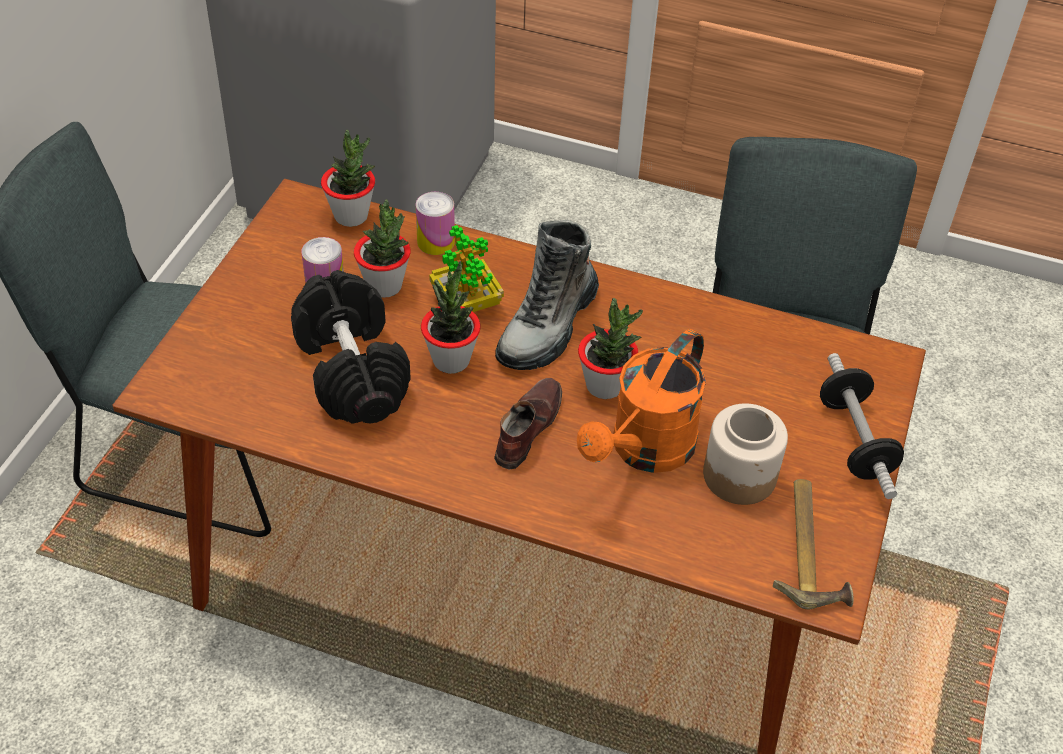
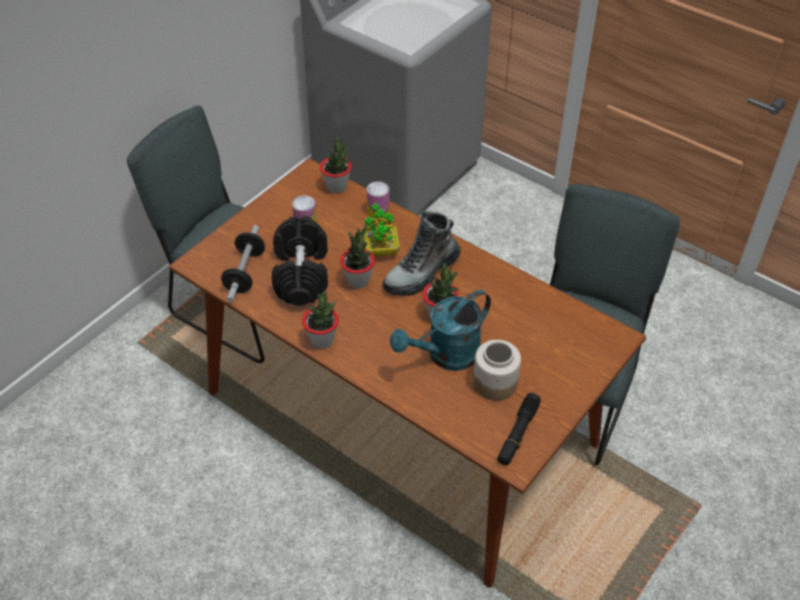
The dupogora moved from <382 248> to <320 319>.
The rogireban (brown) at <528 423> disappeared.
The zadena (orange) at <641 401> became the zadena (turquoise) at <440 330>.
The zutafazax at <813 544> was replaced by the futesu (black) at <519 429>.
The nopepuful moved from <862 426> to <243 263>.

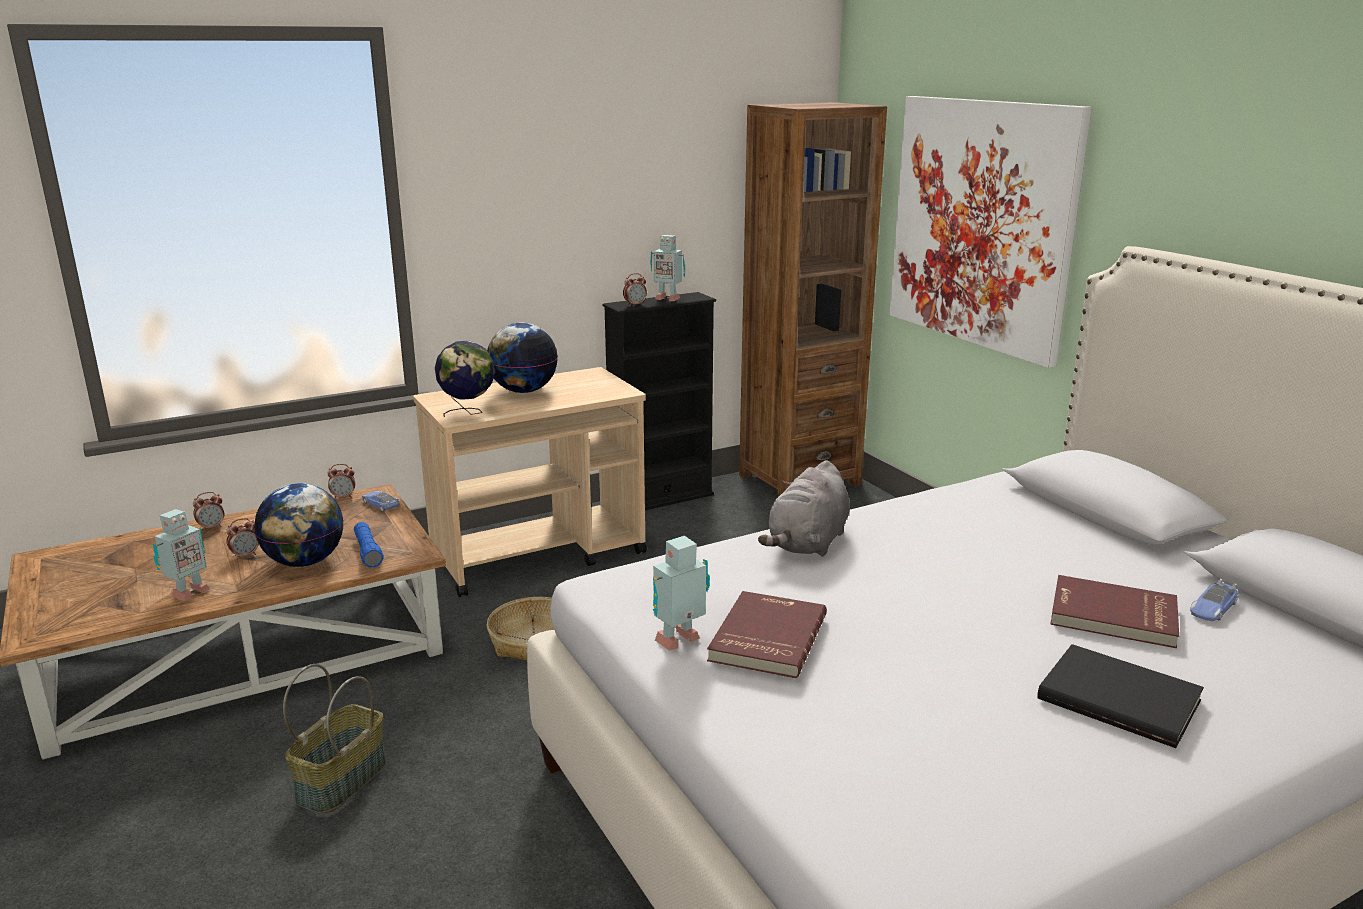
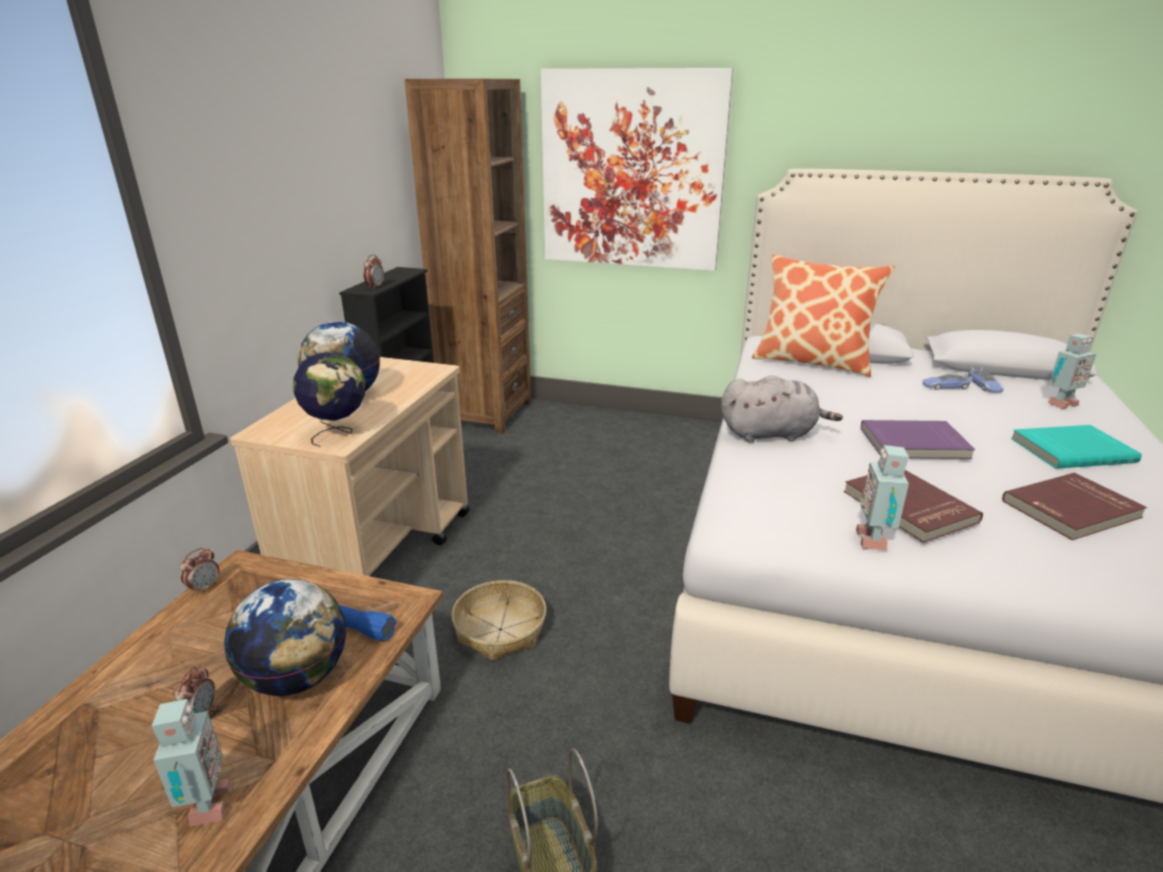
The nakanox at <208 511> disappeared.
The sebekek moved from <380 501> to <947 382>.
The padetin moved from <667 268> to <1072 371>.
The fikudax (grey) at <804 508> turned 75 degrees counterclockwise.
The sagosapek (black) at <1120 696> became the sagosapek (turquoise) at <1076 447>.
The sagosapek (red) moved from <1115 611> to <1074 506>.
The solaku at <823 315> appeared.
The sagosapek (purple) at <918 439> appeared.

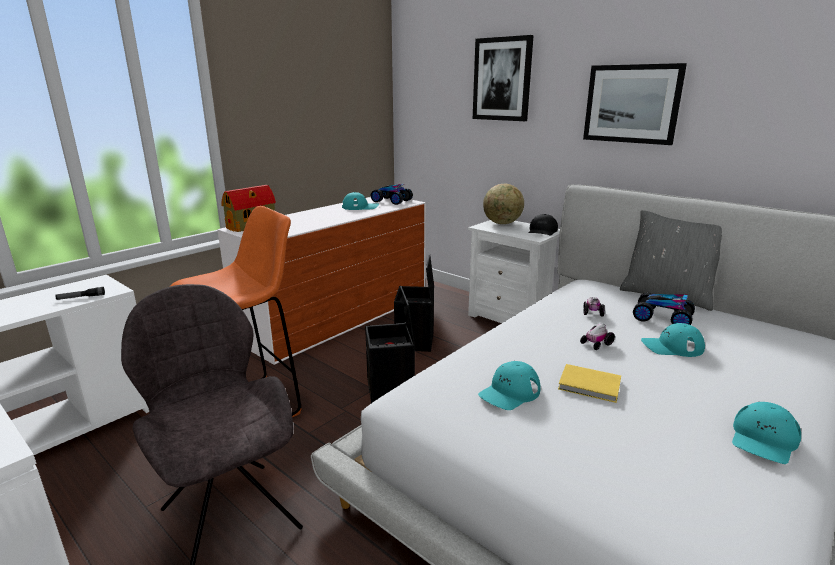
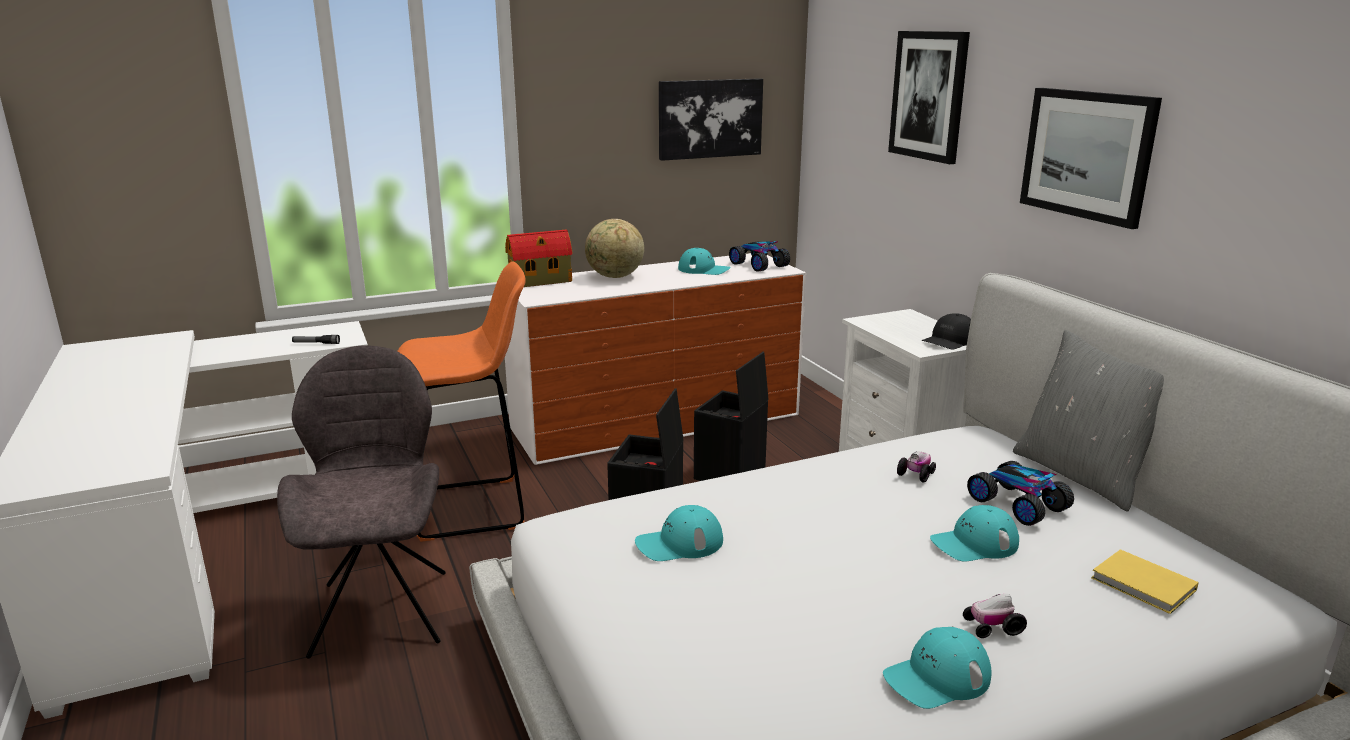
The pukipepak moved from <503 204> to <614 248>.
The sagosapek (yellow) moved from <589 383> to <1145 581>.
The sebekek moved from <597 336> to <995 616>.
The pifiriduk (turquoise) at <673 340> turned 45 degrees counterclockwise.
The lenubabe at <711 119> appeared.

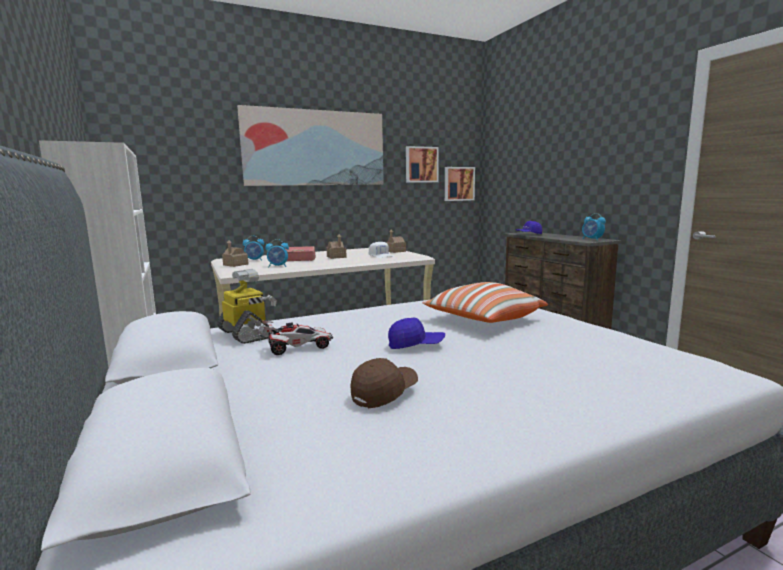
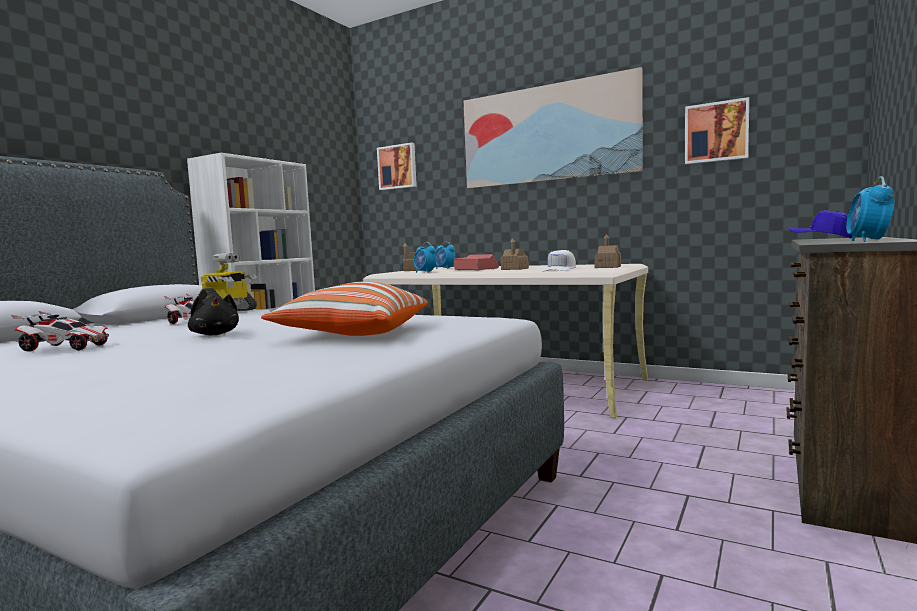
The pifiriduk (brown) at <384 383> was replaced by the sebekek at <60 331>.
The pifiriduk (blue) at <416 333> was replaced by the fikudax (black) at <213 314>.
The lenubabe moved from <460 184> to <397 166>.

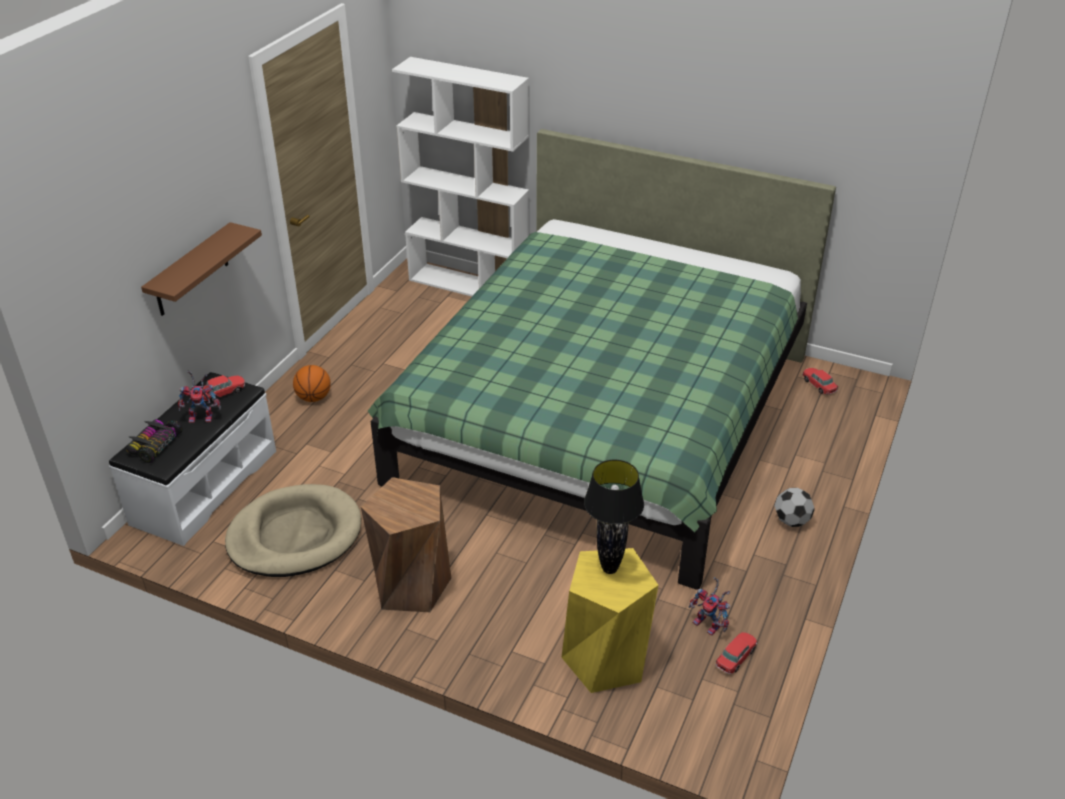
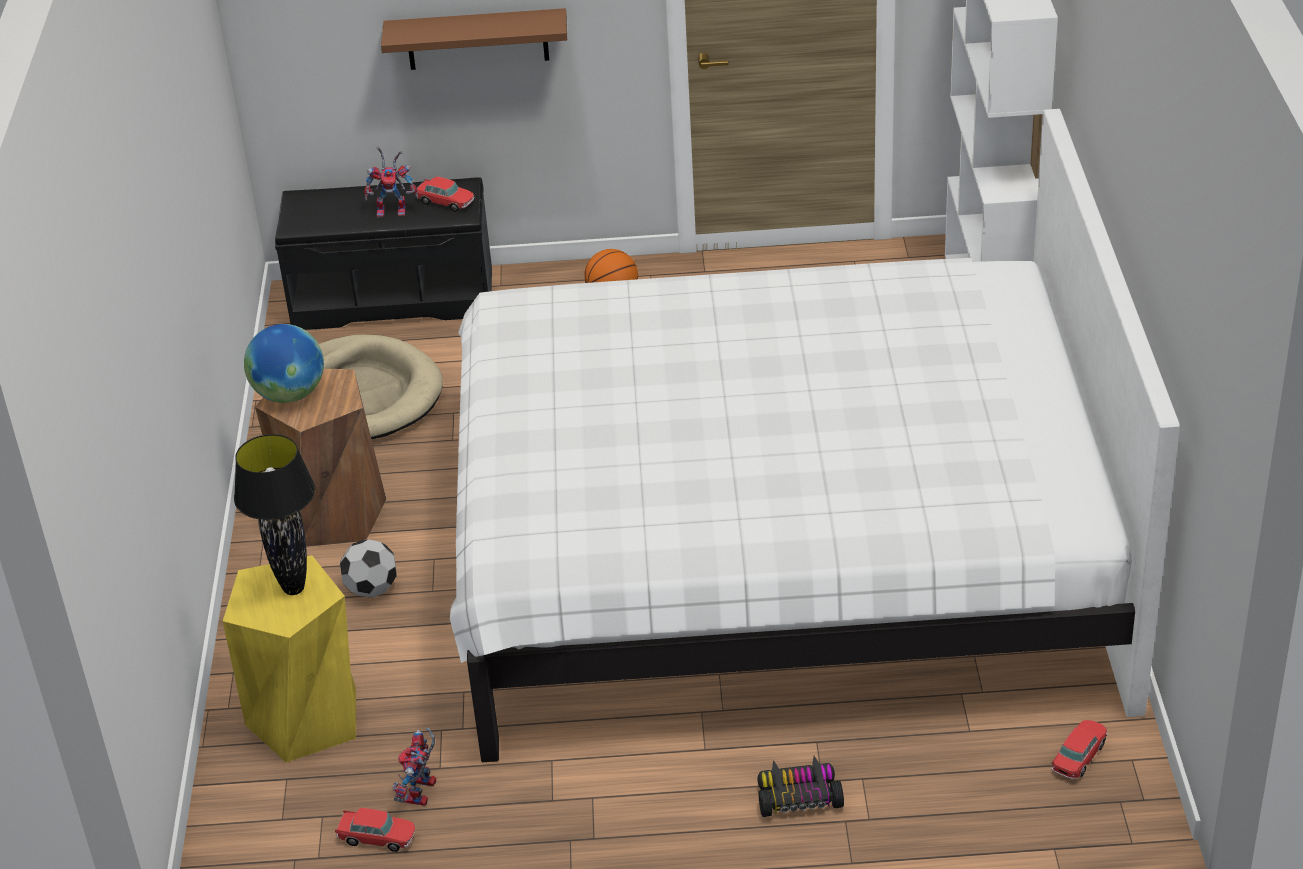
The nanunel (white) at <192 459> became the nanunel (black) at <383 253>.
The sebekek moved from <155 441> to <801 786>.
The padetin at <199 397> turned 60 degrees counterclockwise.
The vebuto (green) at <602 359> became the vebuto (white) at <815 435>.
The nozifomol moved from <794 507> to <368 568>.
The pukipepak at <284 363> appeared.

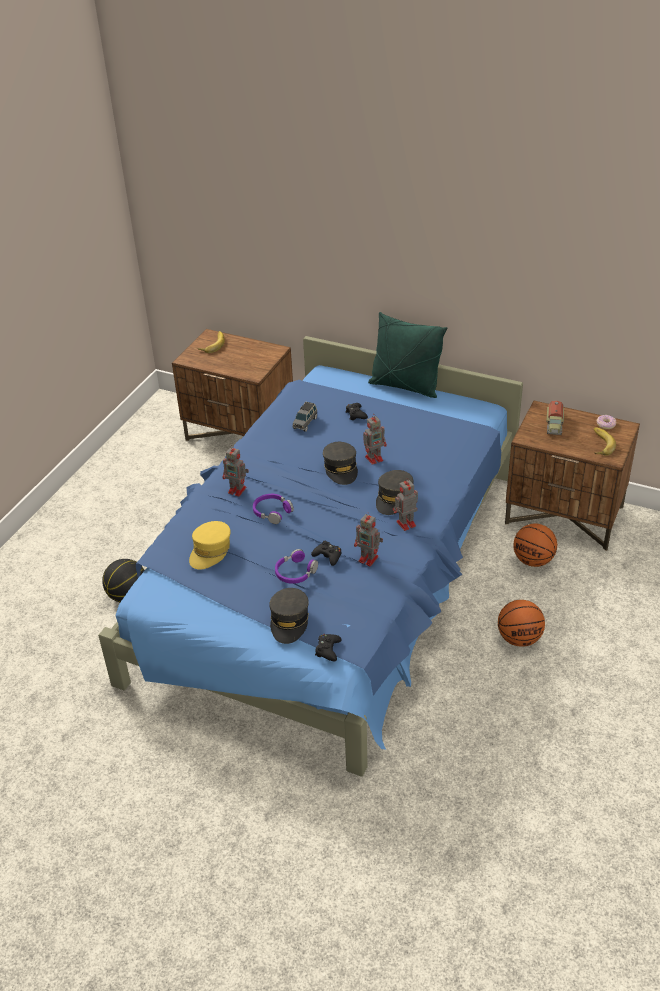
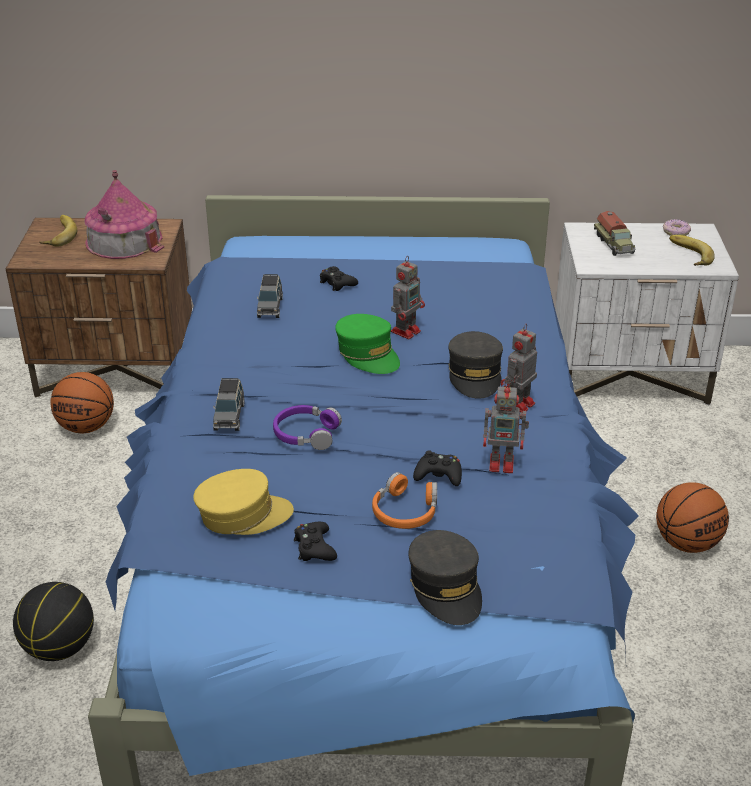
The pifiriduk (yellow) at <210 545> turned 105 degrees counterclockwise.
The padetin at <236 470> was replaced by the sebekek (grey) at <228 404>.
The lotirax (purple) at <296 566> became the lotirax (orange) at <404 500>.
The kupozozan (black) moved from <328 647> to <315 541>.
The pifiriduk (grey) at <340 463> became the pifiriduk (green) at <367 344>.
The solaku (green) at <407 355> disappeared.
The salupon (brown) at <572 476> became the salupon (white) at <647 314>.
The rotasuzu moved from <535 545> to <82 402>.
The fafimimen at <124 214> appeared.

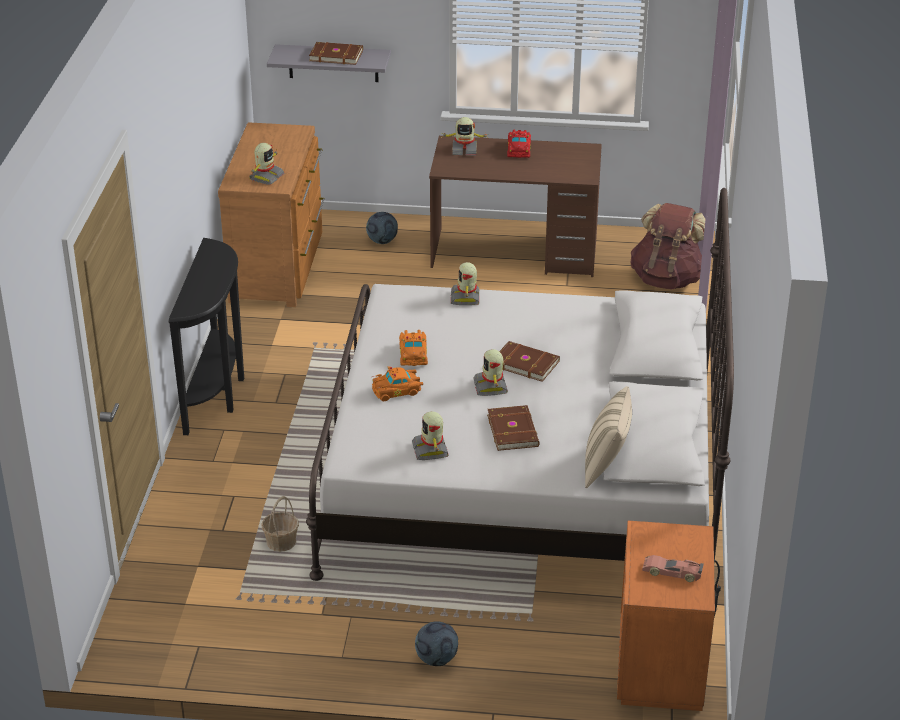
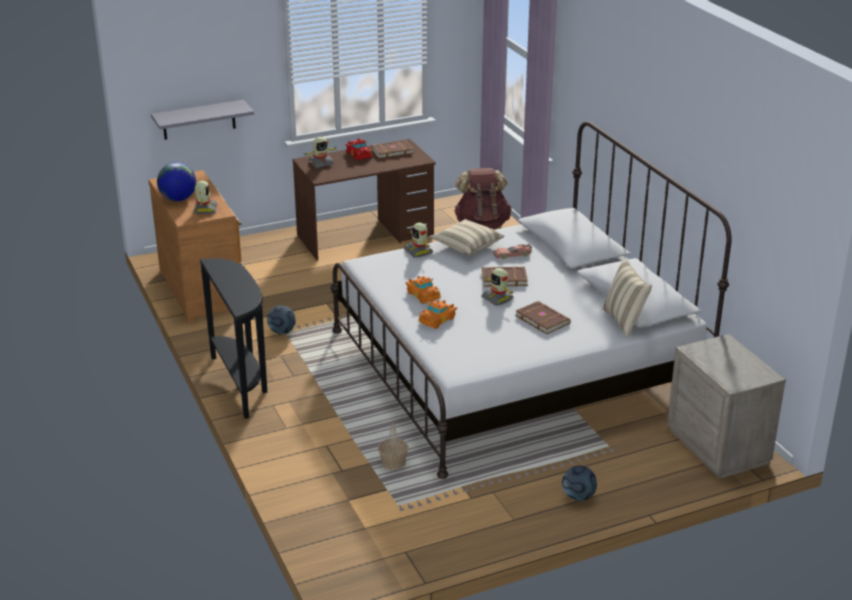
The sagosapek (brown) moved from <336 53> to <392 149>.
The nozifomol moved from <382 228> to <281 319>.
The padetin at <430 435> disappeared.
The salupon (orange) at <669 616> became the salupon (beige) at <726 406>.
The sebekek moved from <673 568> to <512 251>.
The pukipepak at <176 181> appeared.
The solaku (beige) at <466 237> appeared.

